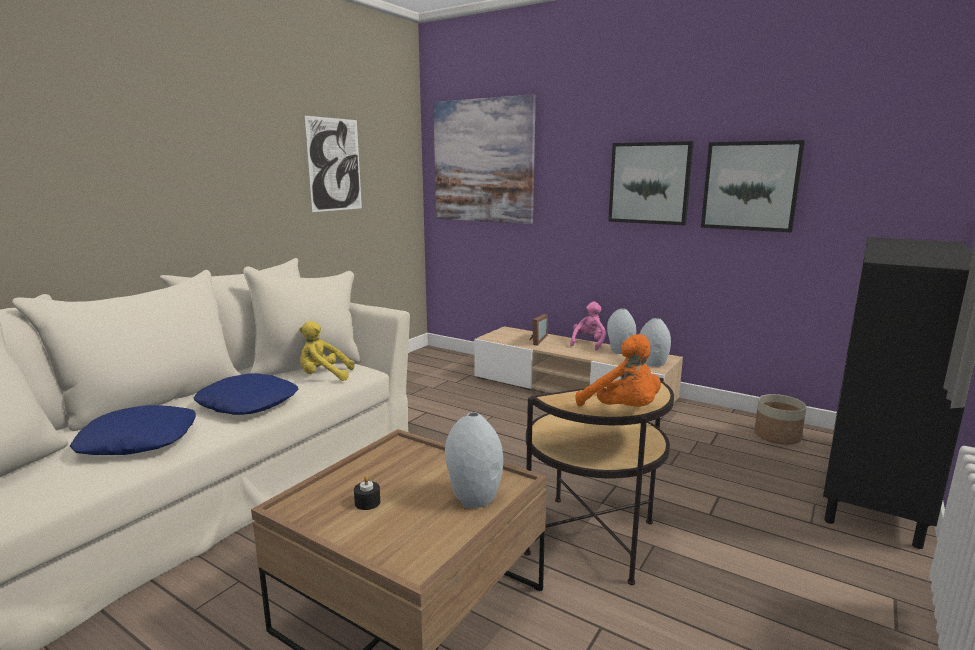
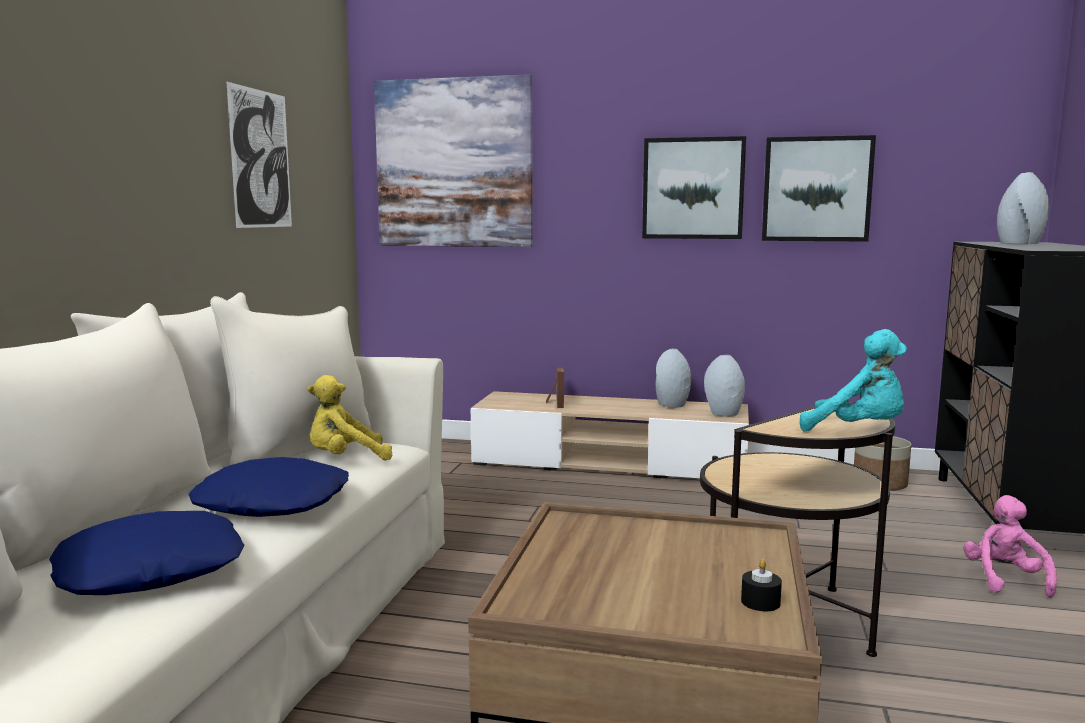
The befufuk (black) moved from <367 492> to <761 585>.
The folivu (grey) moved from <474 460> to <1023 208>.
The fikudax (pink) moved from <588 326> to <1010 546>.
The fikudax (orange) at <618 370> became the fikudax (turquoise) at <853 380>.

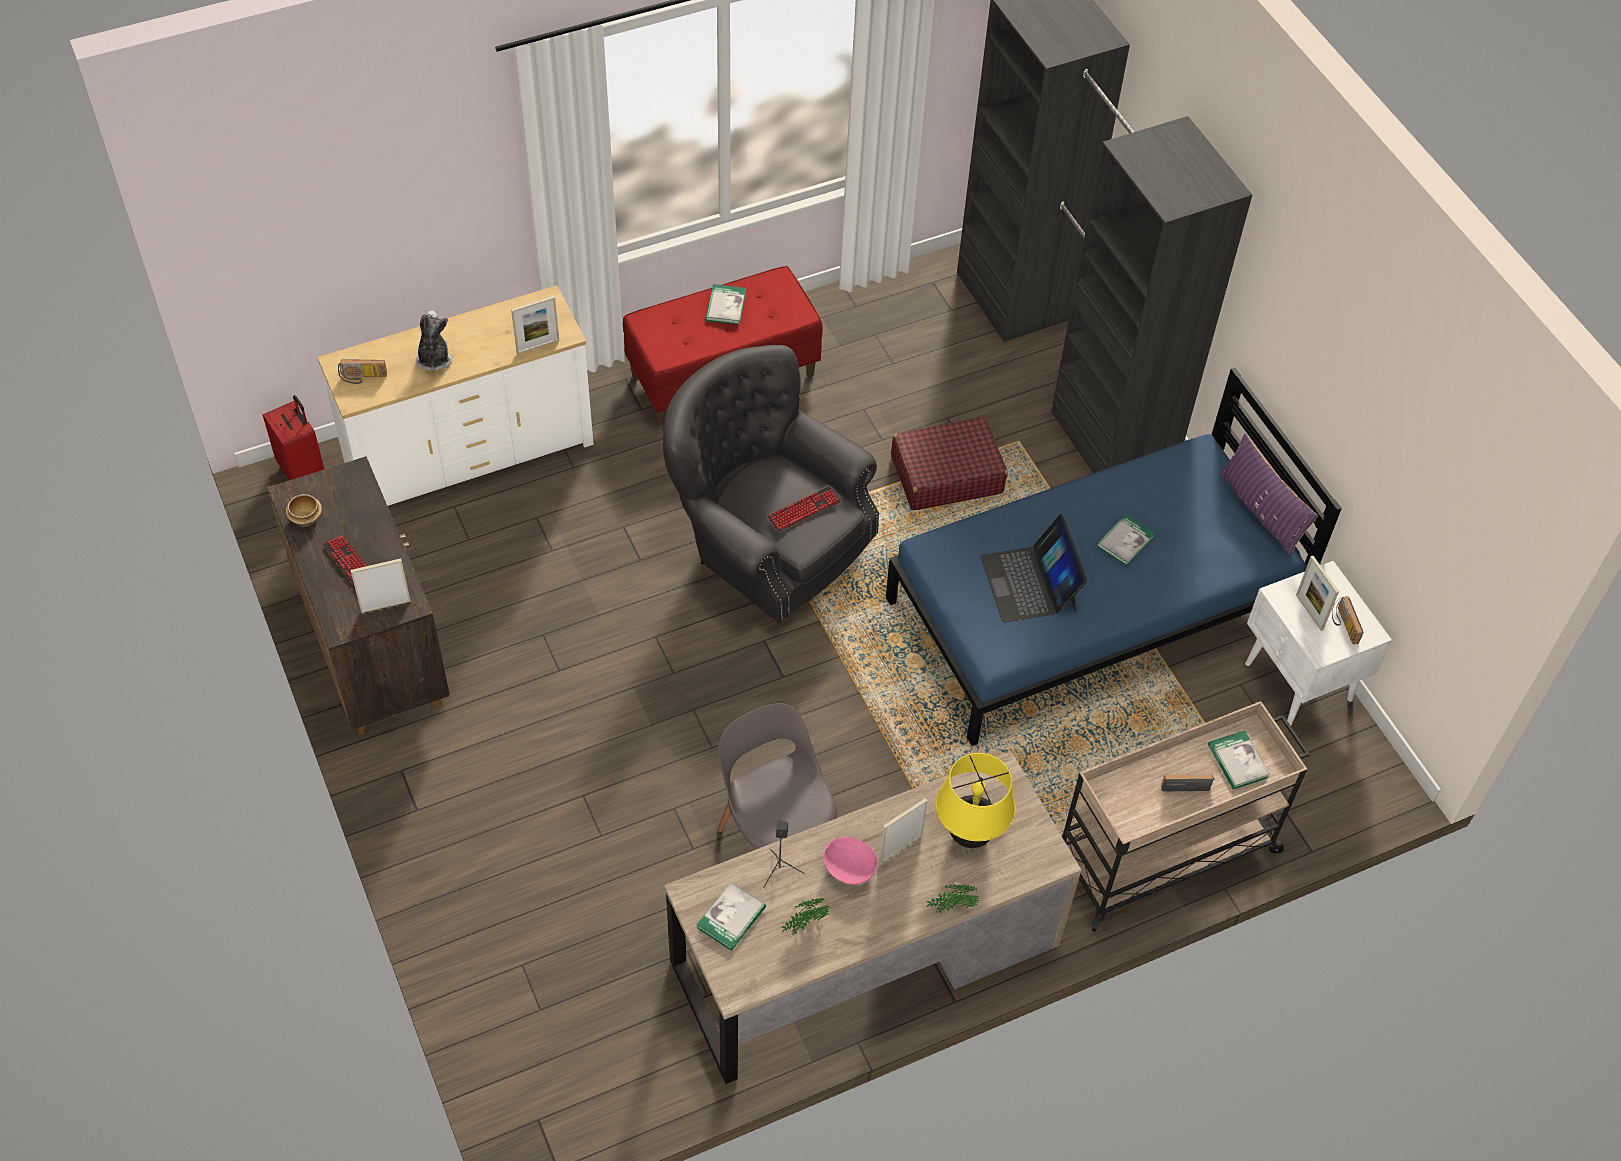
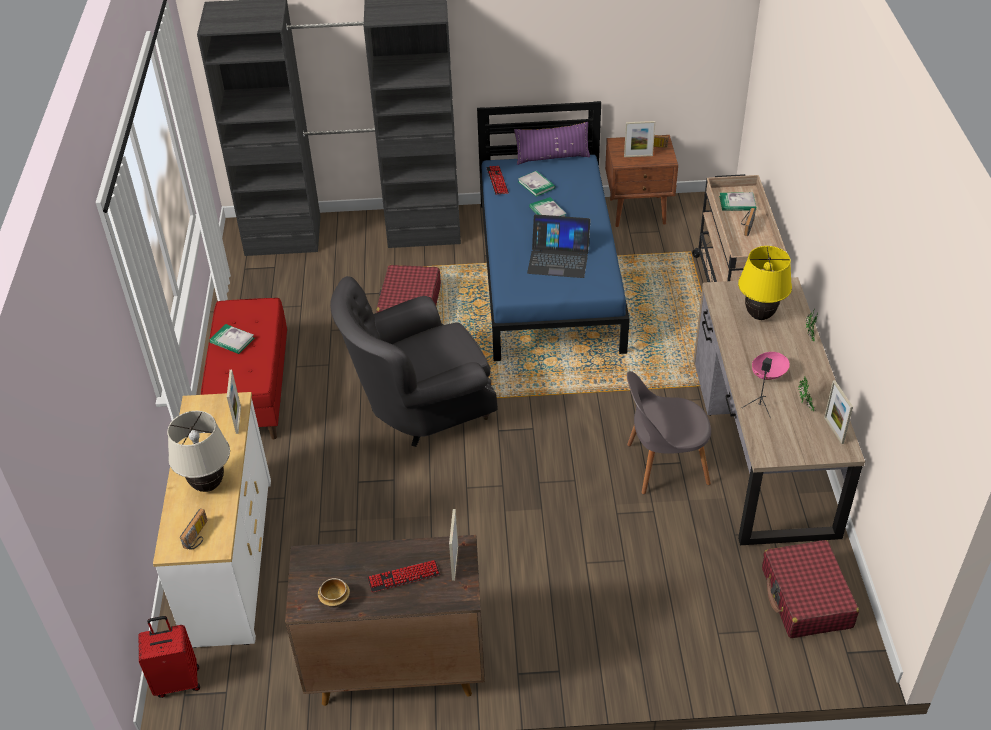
The fikudax at <434 340> was replaced by the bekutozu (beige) at <198 451>.
The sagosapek moved from <731 916> to <536 184>.
The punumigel moved from <804 509> to <497 180>.
The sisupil moved from <903 830> to <838 412>.
The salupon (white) at <1318 643> became the salupon (brown) at <641 181>.
The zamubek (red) at <810 589> appeared.

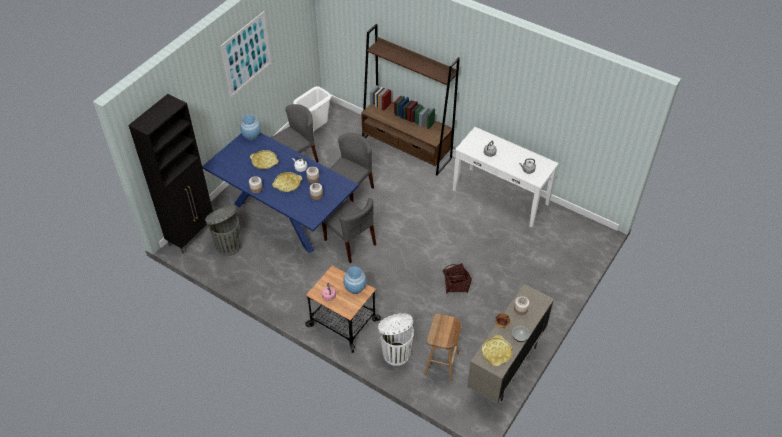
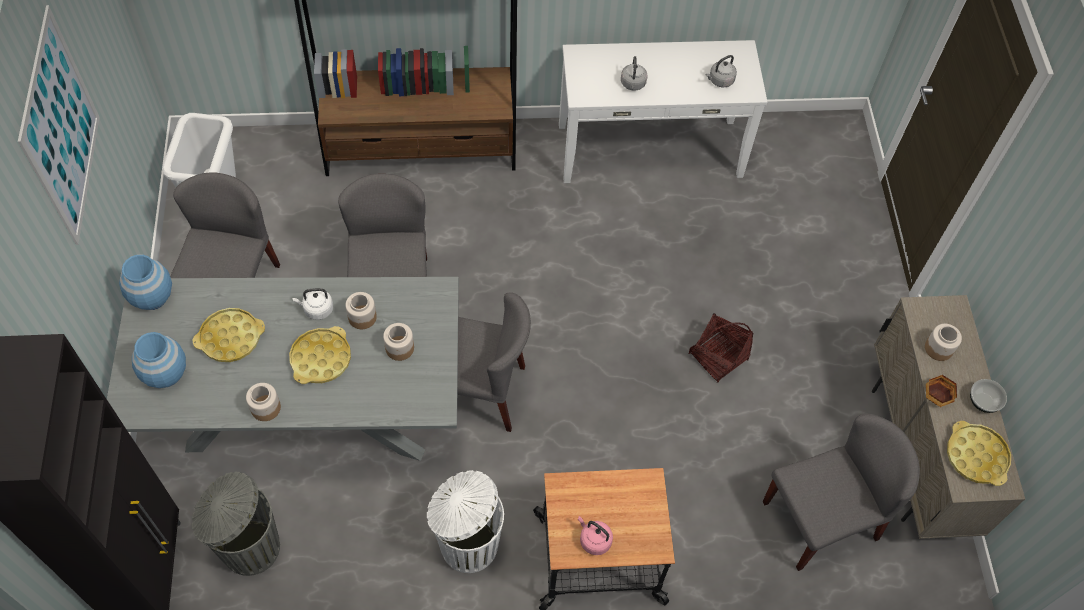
The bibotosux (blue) at <280 192> became the bibotosux (grey) at <283 369>.
The folivu (blue) moved from <355 280> to <159 360>.
The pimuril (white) moved from <396 339> to <465 521>.
The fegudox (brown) at <442 347> was replaced by the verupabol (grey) at <841 492>.

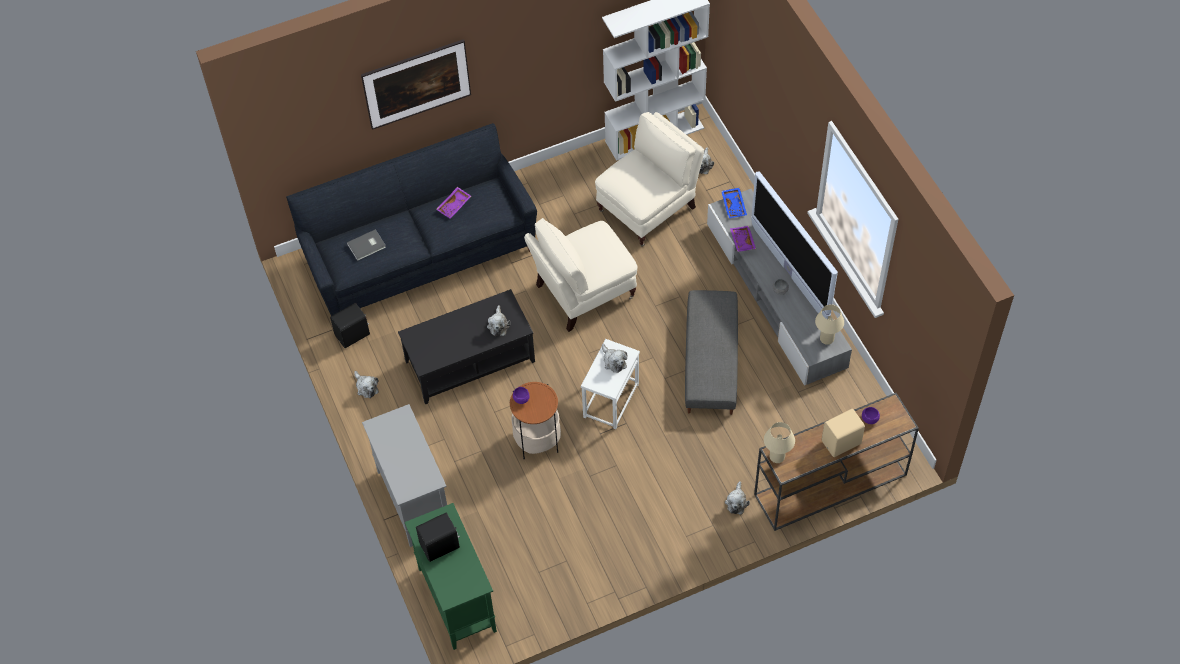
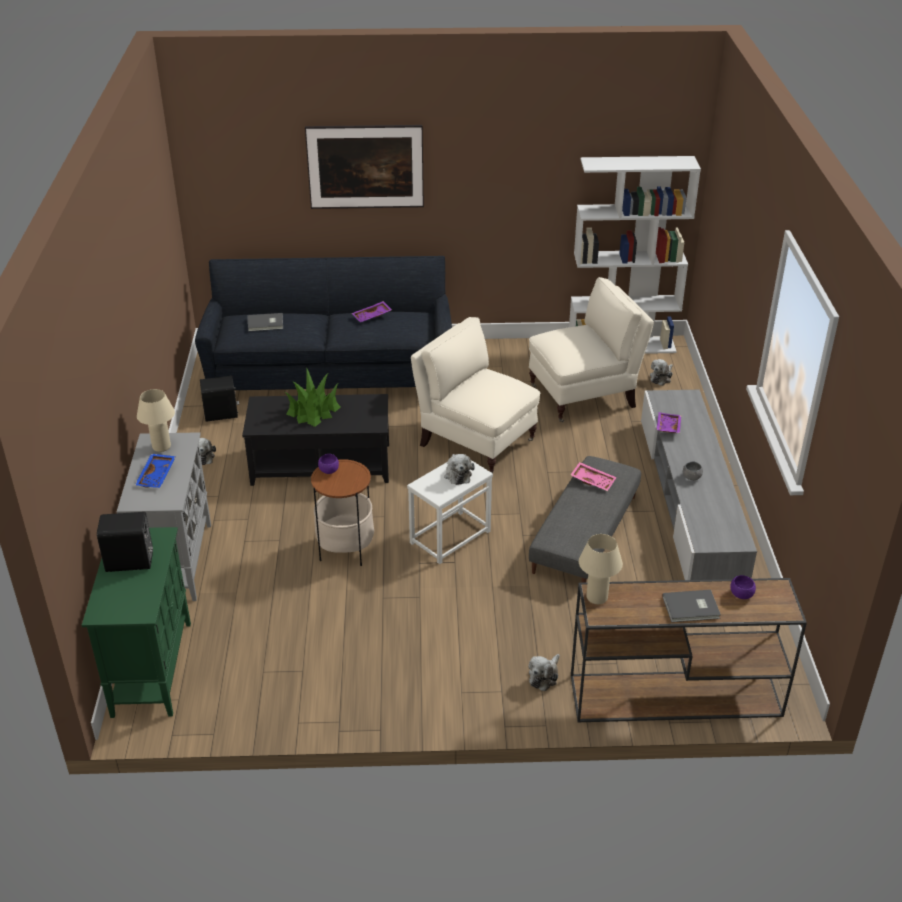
The fikudax at <498 320> disappeared.
The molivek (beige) at <581 275> turned 45 degrees clockwise.
The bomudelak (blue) moved from <734 203> to <155 471>.
The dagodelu at <794 245> disappeared.
The bekutozu (beige) moved from <829 324> to <156 420>.
The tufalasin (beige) at <843 433> was replaced by the sagosapek (grey) at <691 606>.
The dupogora at <313 398> appeared.
The bomudelak (pink) at <594 476> appeared.

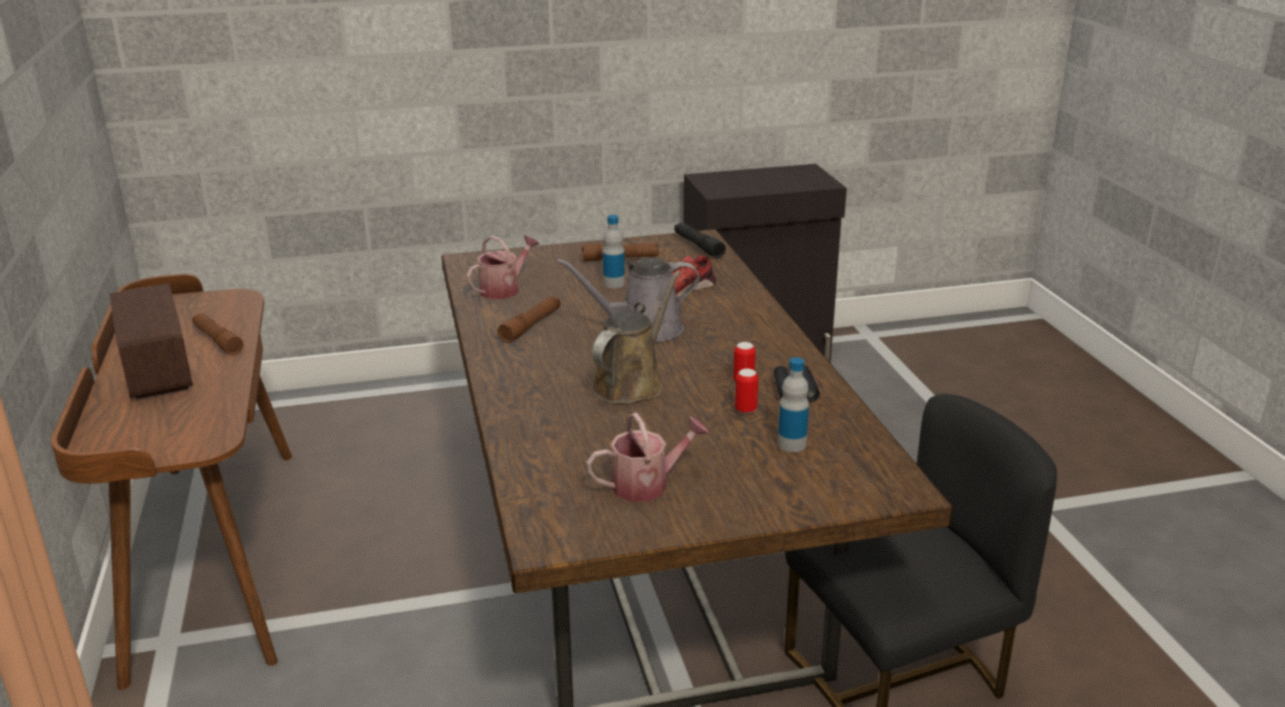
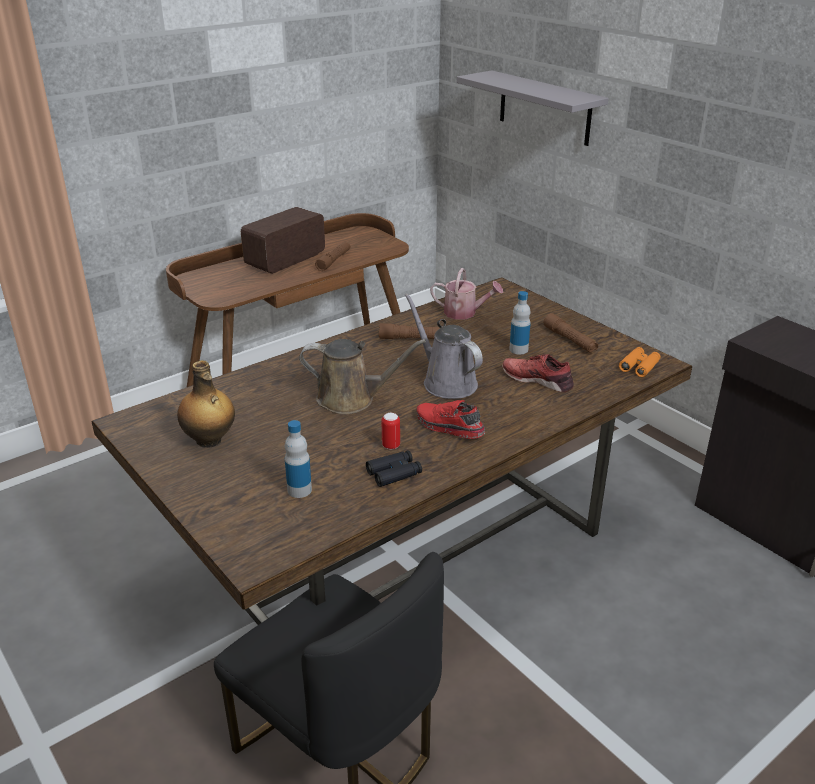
The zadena at <647 457> was replaced by the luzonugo at <206 404>.
The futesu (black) at <700 240> was replaced by the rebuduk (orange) at <639 362>.
The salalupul at <746 391> disappeared.
The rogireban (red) at <451 419> appeared.
The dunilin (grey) at <533 108> appeared.

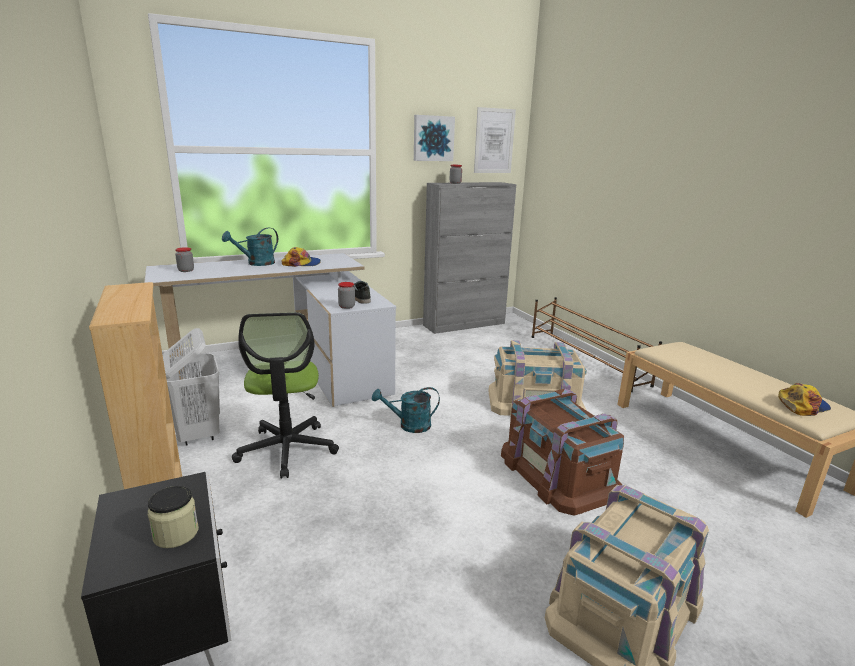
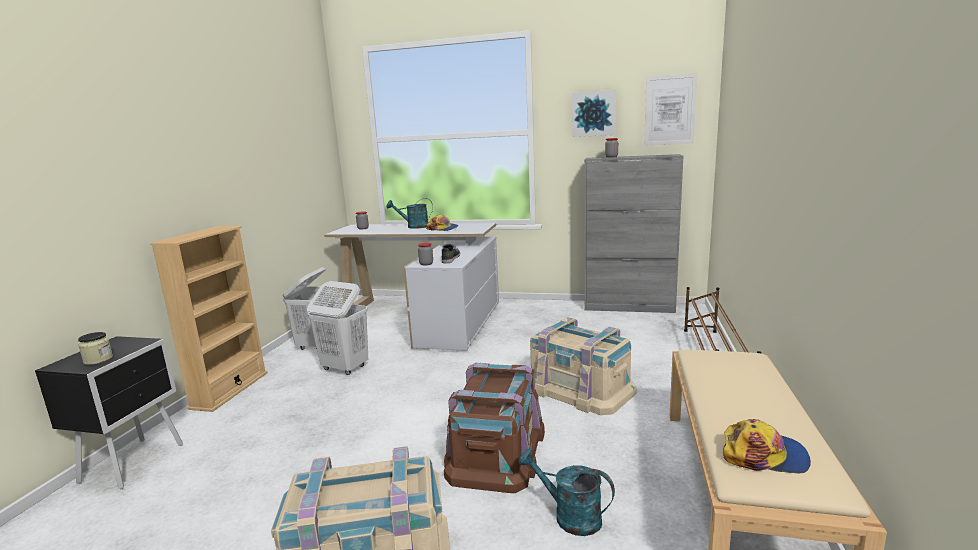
The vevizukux at <285 395> was replaced by the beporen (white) at <337 328>.
The zadena (turquoise) moved from <406 410> to <566 492>.

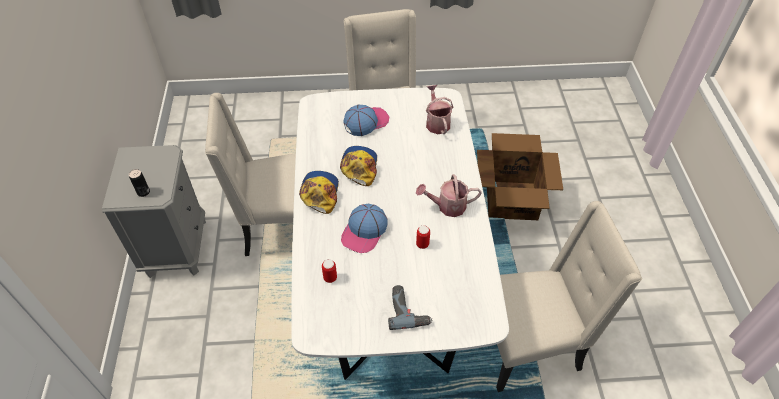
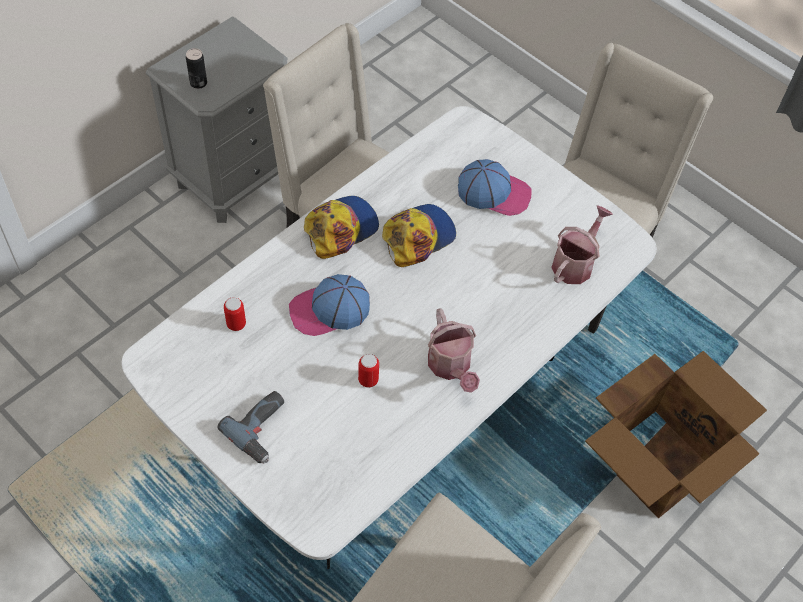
The zadena at <449 195> turned 150 degrees counterclockwise.

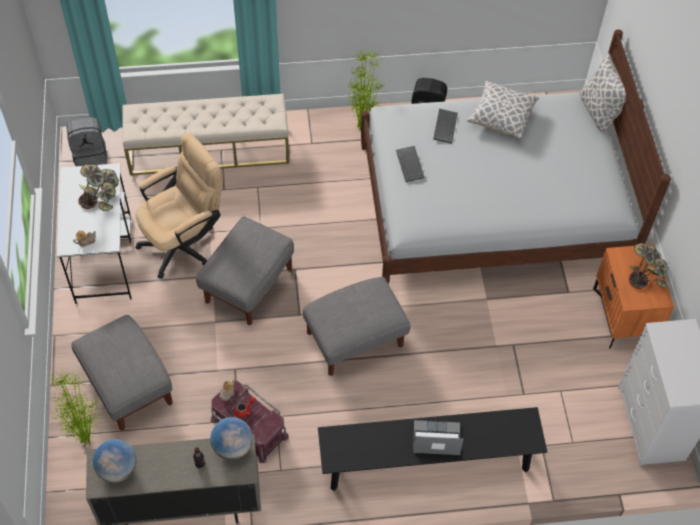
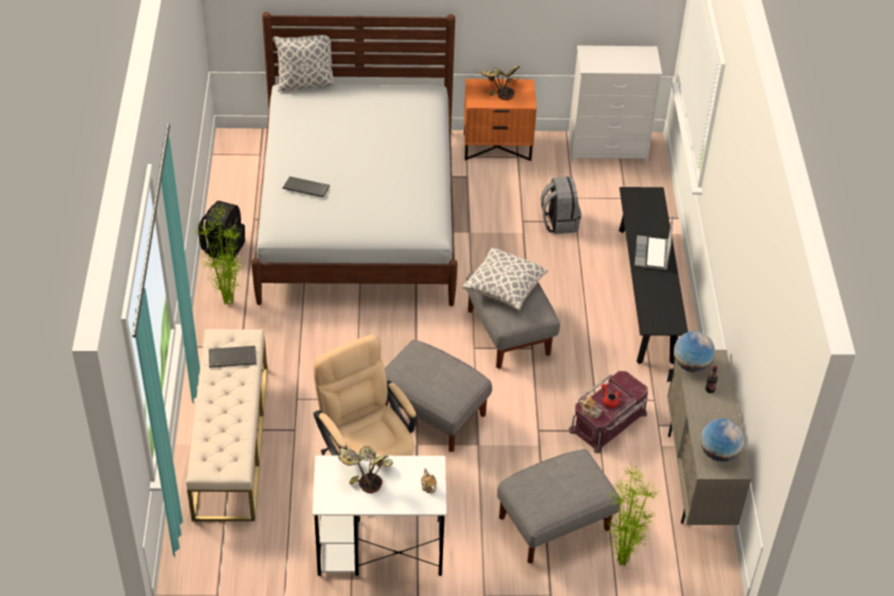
The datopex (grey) moved from <86 141> to <561 205>.
The punumigel moved from <410 164> to <232 357>.
The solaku moved from <503 110> to <505 279>.

